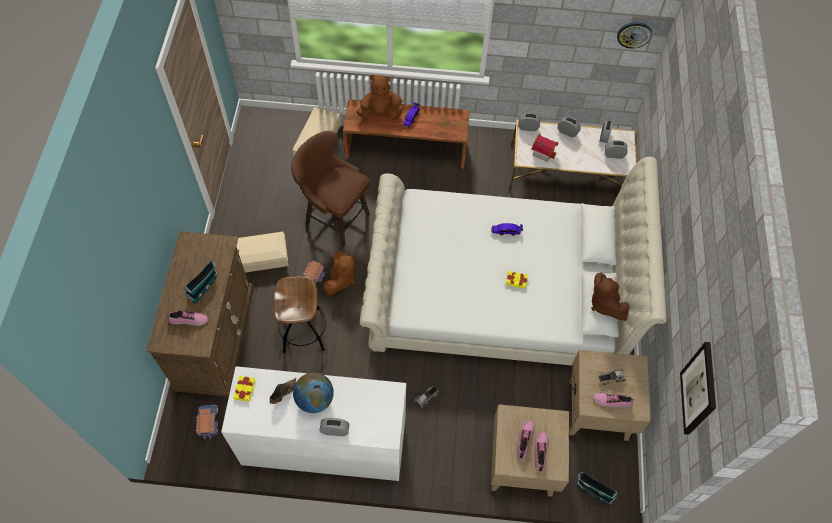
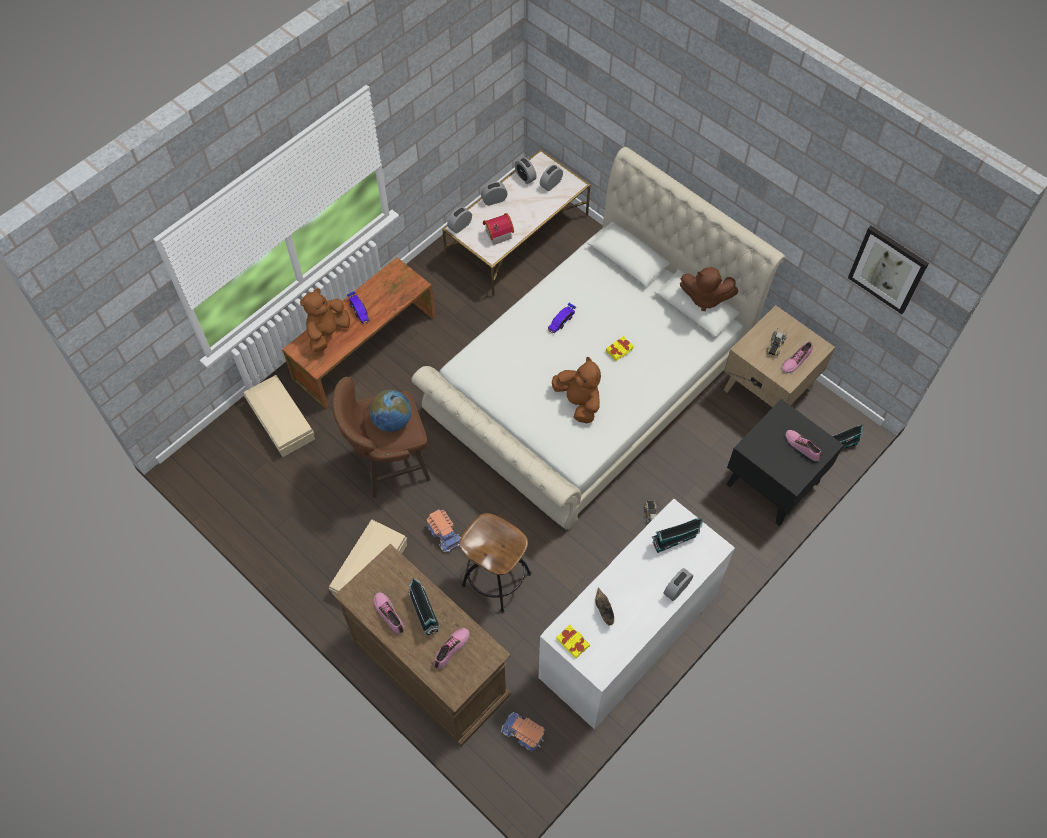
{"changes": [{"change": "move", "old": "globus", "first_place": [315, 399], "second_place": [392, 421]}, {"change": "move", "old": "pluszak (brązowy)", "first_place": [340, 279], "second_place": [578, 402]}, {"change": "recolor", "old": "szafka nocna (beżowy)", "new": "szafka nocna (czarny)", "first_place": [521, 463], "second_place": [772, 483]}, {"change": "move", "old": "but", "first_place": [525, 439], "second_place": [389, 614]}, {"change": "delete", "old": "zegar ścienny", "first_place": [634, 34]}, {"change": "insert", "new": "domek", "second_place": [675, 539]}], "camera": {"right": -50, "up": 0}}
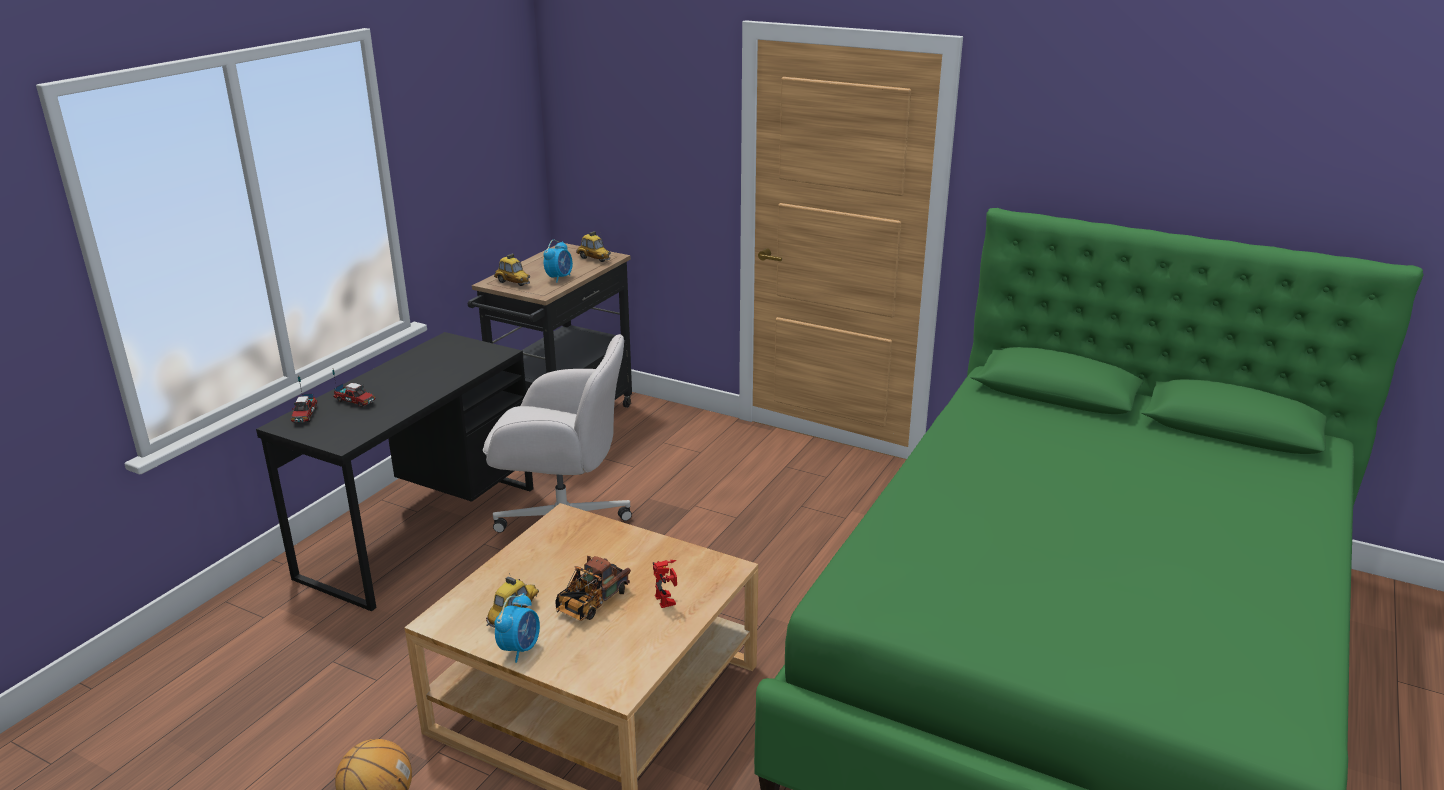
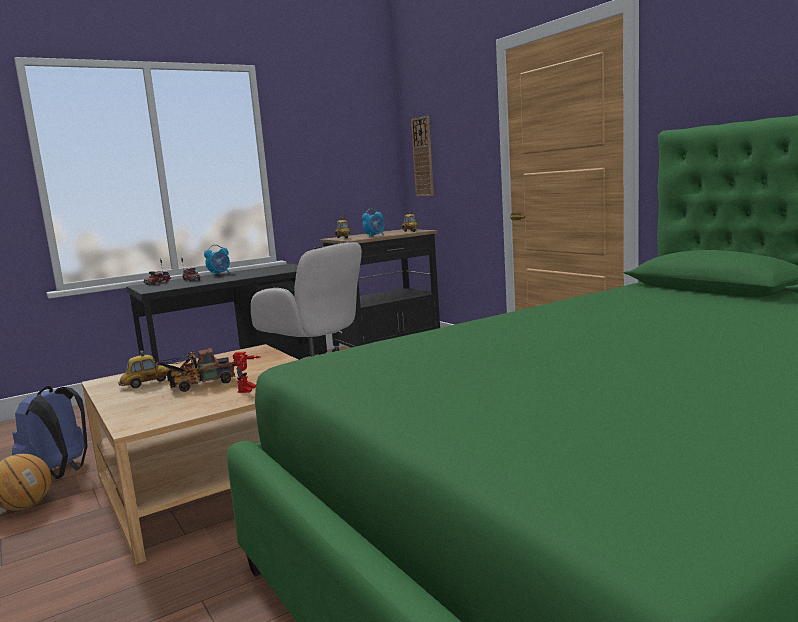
{"changes": [{"change": "move", "old": "budzik", "first_place": [520, 648], "second_place": [219, 274]}, {"change": "insert", "new": "plecak (niebieski)", "second_place": [59, 472]}, {"change": "insert", "new": "zegar ścienny", "second_place": [423, 157]}], "camera": {"right": 30, "up": -15}}
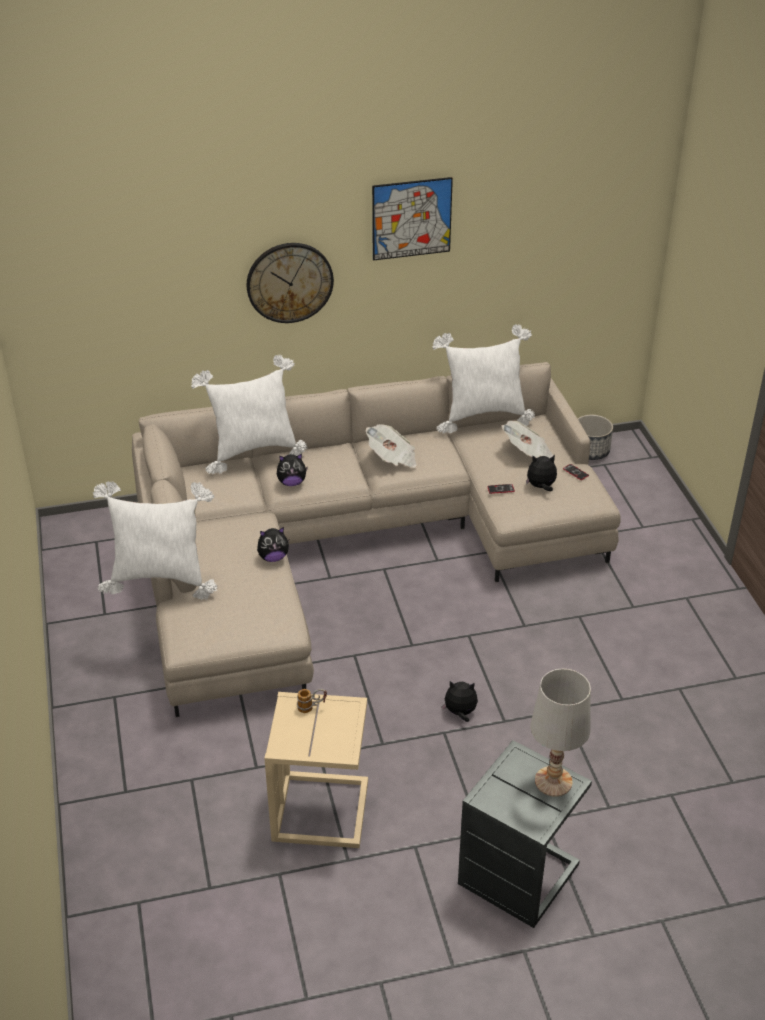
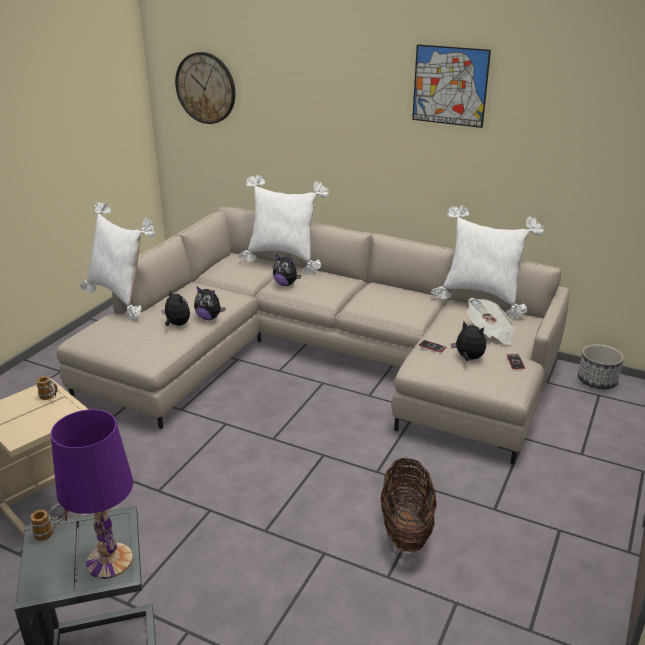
{"changes": [{"change": "move", "old": "zegar ścienny", "first_place": [289, 282], "second_place": [206, 88]}, {"change": "delete", "old": "gazeta", "first_place": [392, 458]}, {"change": "move", "old": "pluszak", "first_place": [460, 713], "second_place": [177, 324]}, {"change": "recolor", "old": "lampa stołowa (biały)", "new": "lampa stołowa (fioletowy)", "first_place": [553, 782], "second_place": [109, 560]}, {"change": "insert", "new": "kubek", "second_place": [52, 531]}, {"change": "insert", "new": "koszyk", "second_place": [406, 528]}], "camera": {"right": 40, "up": -10}}
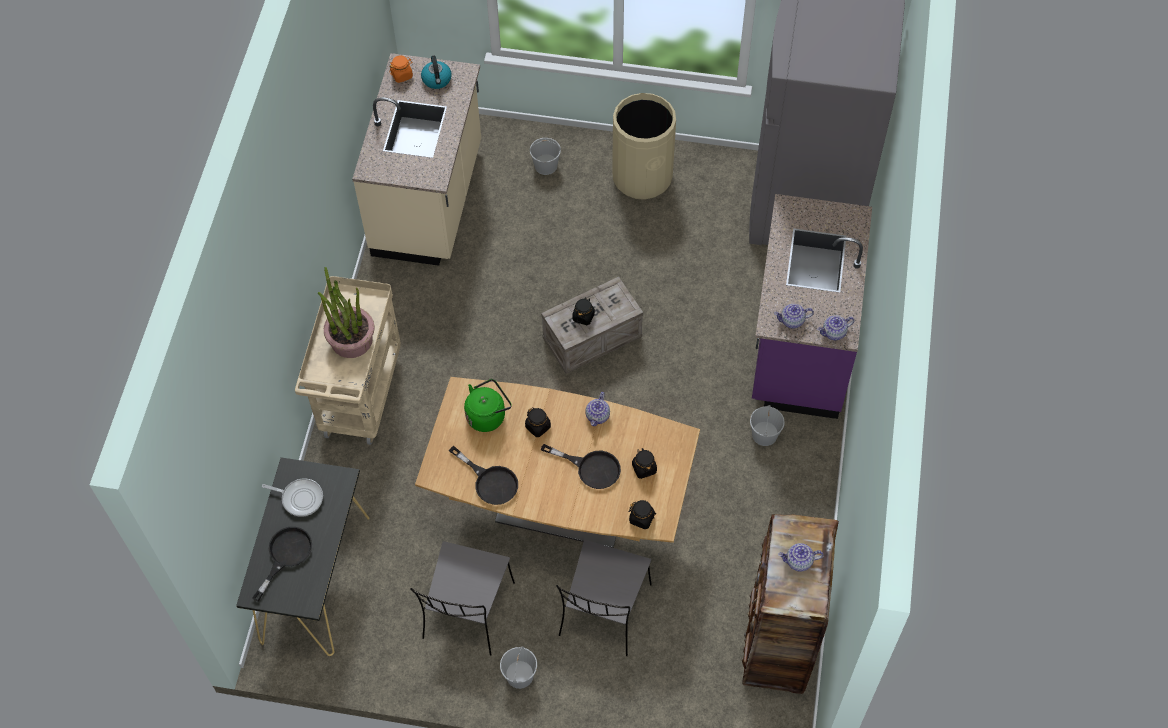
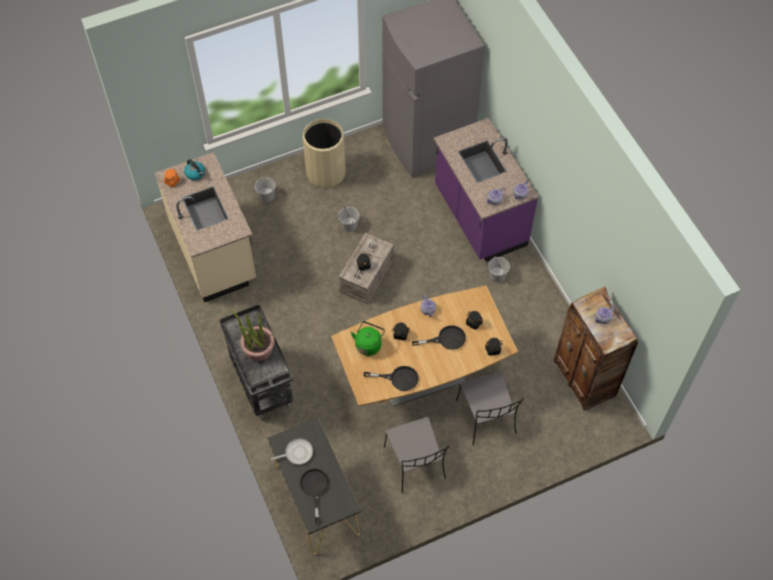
{"changes": [{"change": "recolor", "old": "wózek (beżowy)", "new": "wózek (czarny)", "first_place": [360, 400], "second_place": [263, 386]}, {"change": "move", "old": "wiadro (biały)", "first_place": [519, 674], "second_place": [349, 225]}], "camera": {"right": -35, "up": 0}}
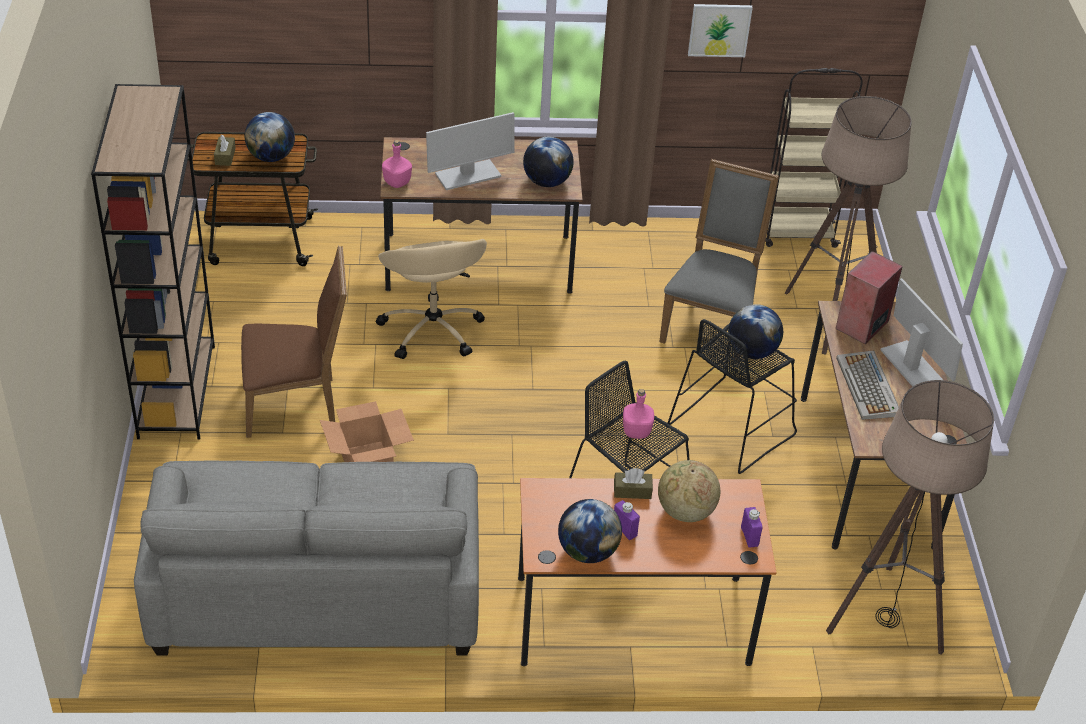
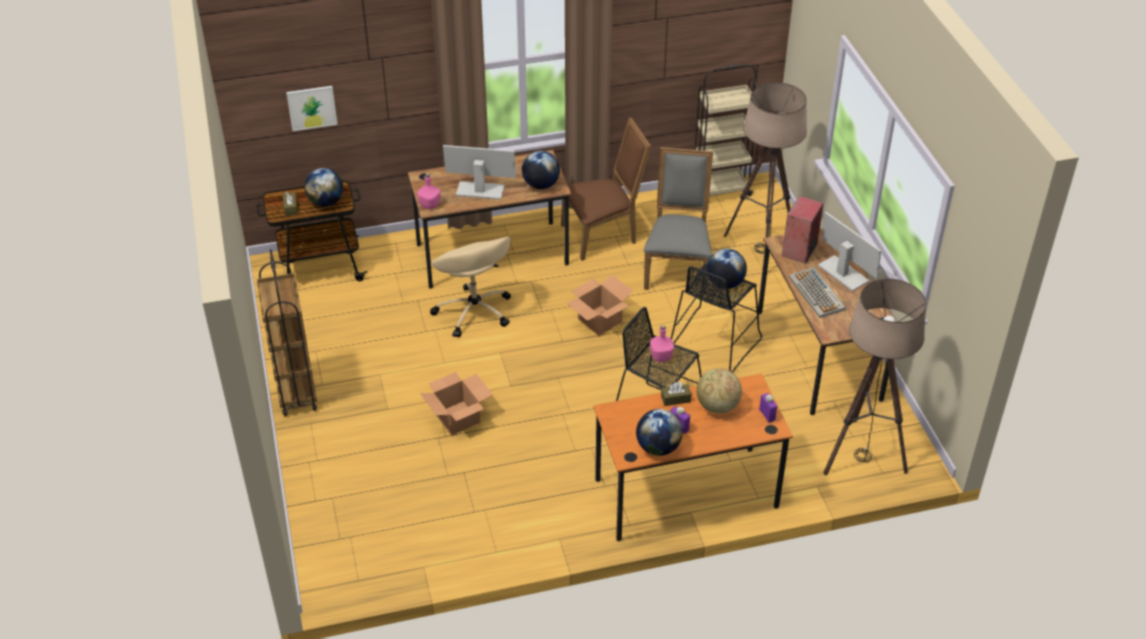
{"changes": [{"change": "replace", "old": "regał (beżowy)", "new": "wózek (brązowy)", "first_place": [176, 391], "second_place": [296, 393]}, {"change": "delete", "old": "kanapa (szary)", "first_place": [317, 588]}, {"change": "move", "old": "krzesło (brązowy)", "first_place": [296, 403], "second_place": [603, 234]}, {"change": "rotate", "old": "monitor", "first_place": [467, 175], "second_place": [480, 190], "degrees": -135}, {"change": "move", "old": "obraz", "first_place": [719, 30], "second_place": [312, 107]}, {"change": "insert", "new": "karton", "second_place": [600, 320]}], "camera": {"right": -10, "up": 0}}
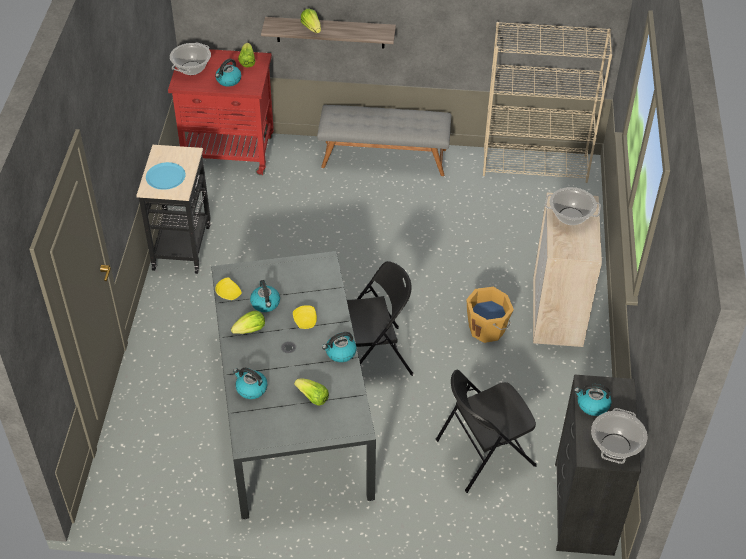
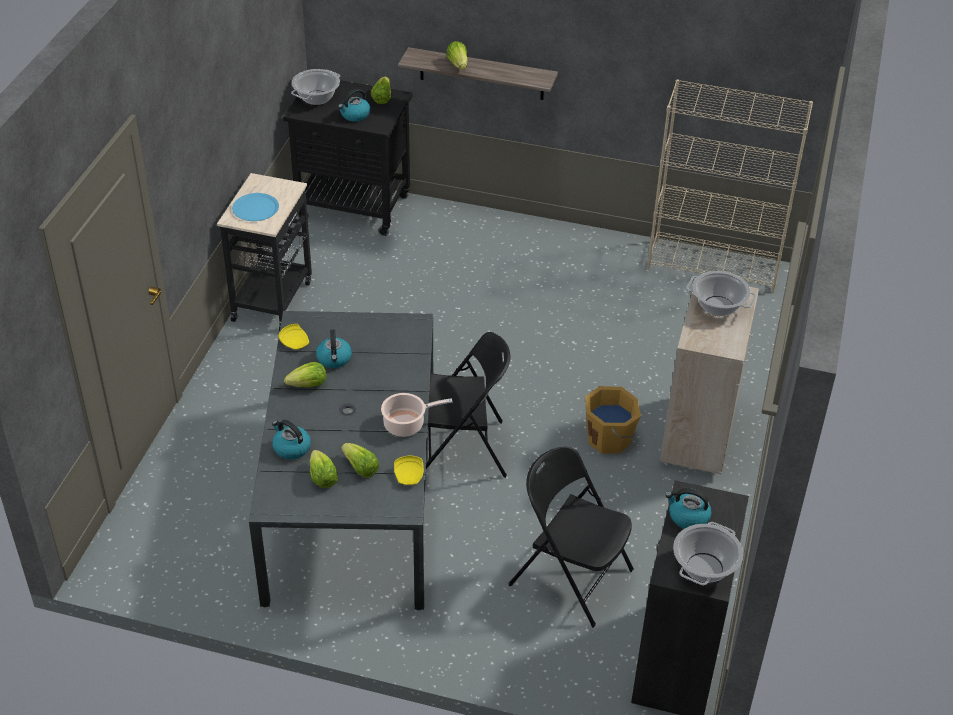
{"changes": [{"change": "recolor", "old": "wózek (czerwony)", "new": "wózek (czarny)", "first_place": [230, 154], "second_place": [354, 209]}, {"change": "move", "old": "talerz (żółty)", "first_place": [306, 321], "second_place": [409, 476]}, {"change": "delete", "old": "ławka (szary)", "first_place": [384, 157]}, {"change": "replace", "old": "czajnik", "new": "garnek", "first_place": [340, 353], "second_place": [407, 424]}, {"change": "rotate", "old": "krzesło (czarny)", "first_place": [485, 452], "second_place": [571, 577], "degrees": 45}, {"change": "insert", "new": "sałata", "second_place": [322, 478]}], "camera": {"right": 10, "up": -5}}
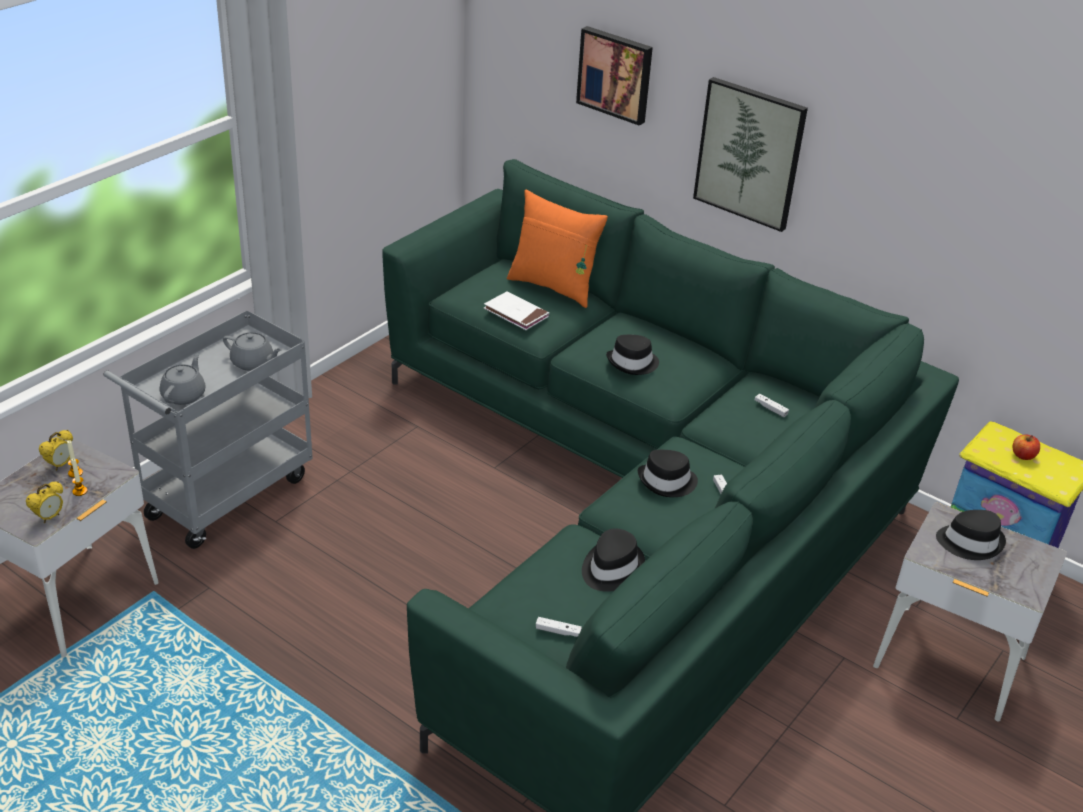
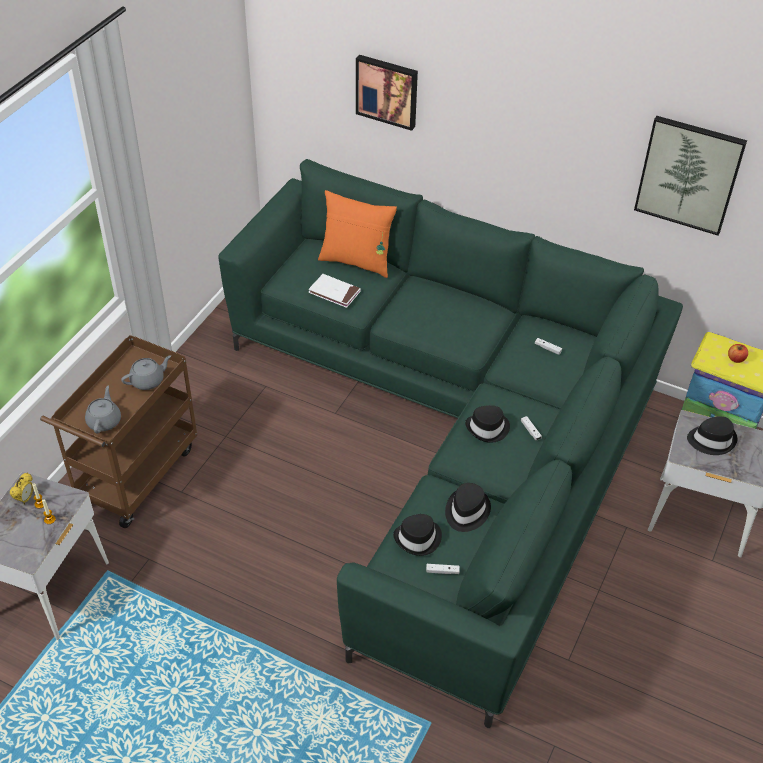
{"changes": [{"change": "delete", "old": "budzik", "first_place": [49, 517]}, {"change": "recolor", "old": "wózek (szary)", "new": "wózek (brązowy)", "first_place": [225, 500], "second_place": [136, 481]}, {"change": "rotate", "old": "imbryk (szary)", "first_place": [253, 363], "second_place": [148, 381], "degrees": -45}, {"change": "move", "old": "kapelusz (czarny)", "first_place": [633, 363], "second_place": [418, 538]}, {"change": "move", "old": "obraz", "first_place": [750, 153], "second_place": [689, 174]}], "camera": {"right": -10, "up": 10}}
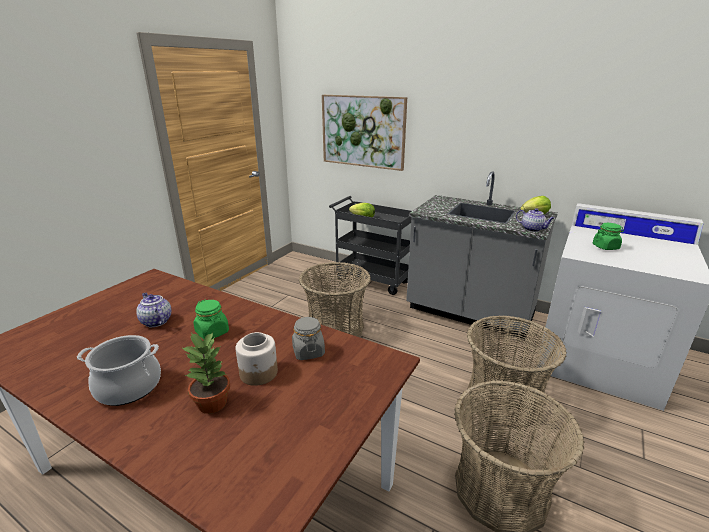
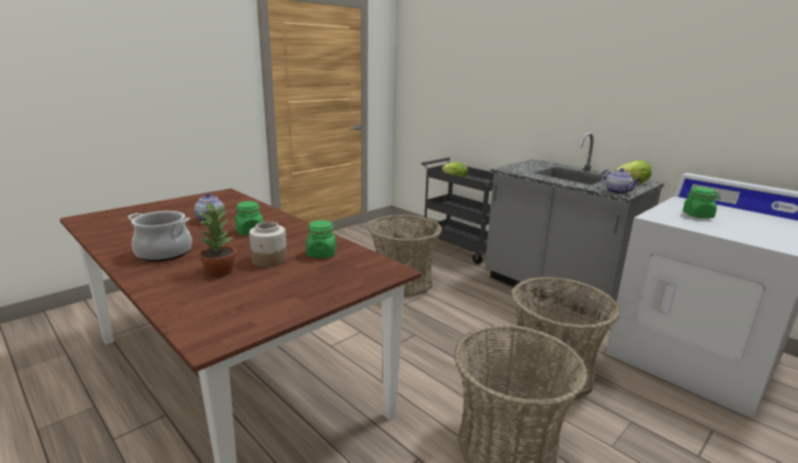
{"changes": [{"change": "recolor", "old": "słoik (szary)", "new": "słoik (zielony)", "first_place": [308, 351], "second_place": [321, 254]}, {"change": "delete", "old": "obraz", "first_place": [363, 131]}], "camera": {"right": 15, "up": -5}}
